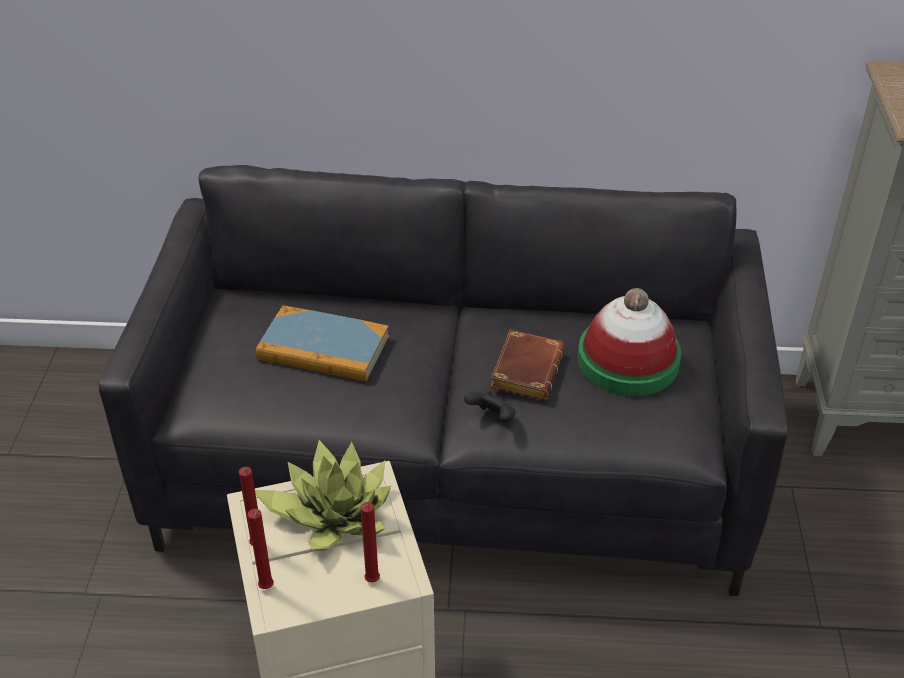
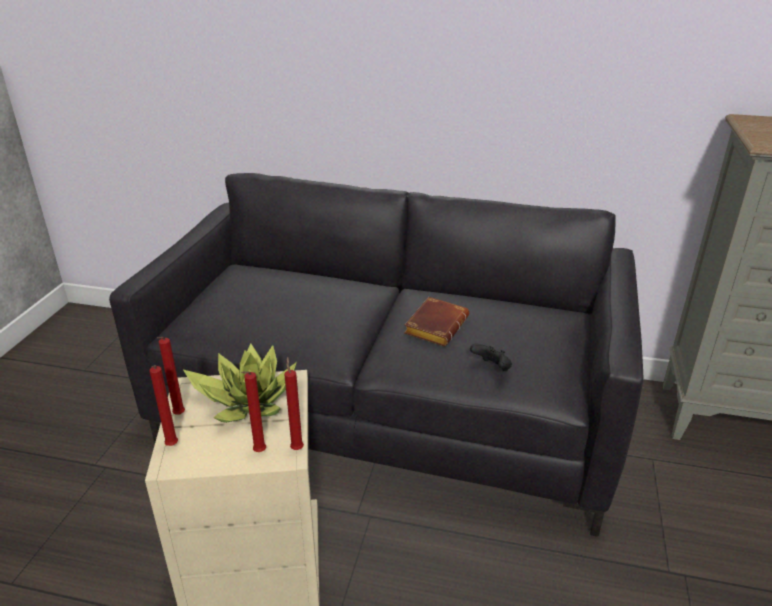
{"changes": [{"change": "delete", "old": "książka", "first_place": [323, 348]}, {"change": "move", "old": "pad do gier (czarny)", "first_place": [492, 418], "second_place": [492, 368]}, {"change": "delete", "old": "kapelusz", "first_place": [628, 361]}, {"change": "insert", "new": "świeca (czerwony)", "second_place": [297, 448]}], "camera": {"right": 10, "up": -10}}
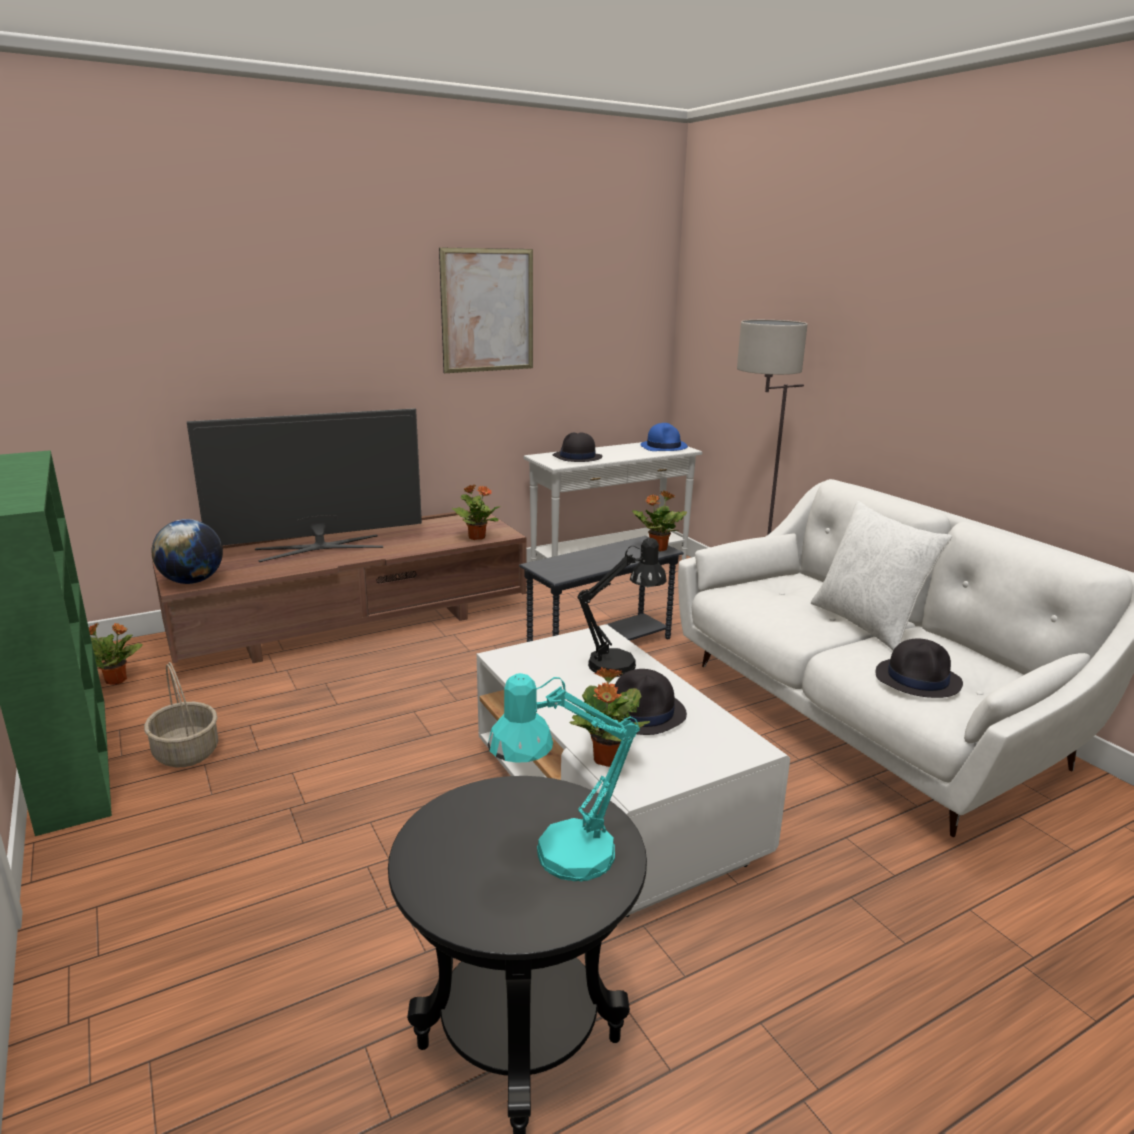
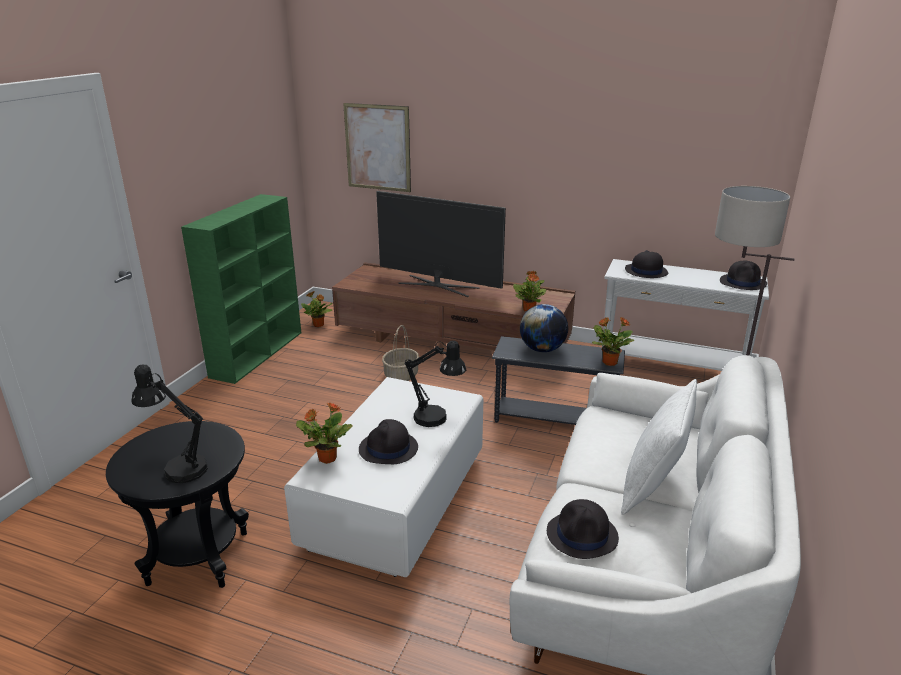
{"changes": [{"change": "move", "old": "koszyk", "first_place": [187, 752], "second_place": [401, 375]}, {"change": "move", "old": "globus", "first_place": [192, 581], "second_place": [542, 349]}, {"change": "move", "old": "obraz", "first_place": [488, 310], "second_place": [377, 147]}, {"change": "recolor", "old": "lampa stołowa (turkusowy)", "new": "lampa stołowa (czarny)", "first_place": [560, 859], "second_place": [179, 468]}, {"change": "recolor", "old": "kapelusz (niebieski)", "new": "kapelusz (czarny)", "first_place": [664, 446], "second_place": [743, 283]}], "camera": {"right": 50, "up": 5}}
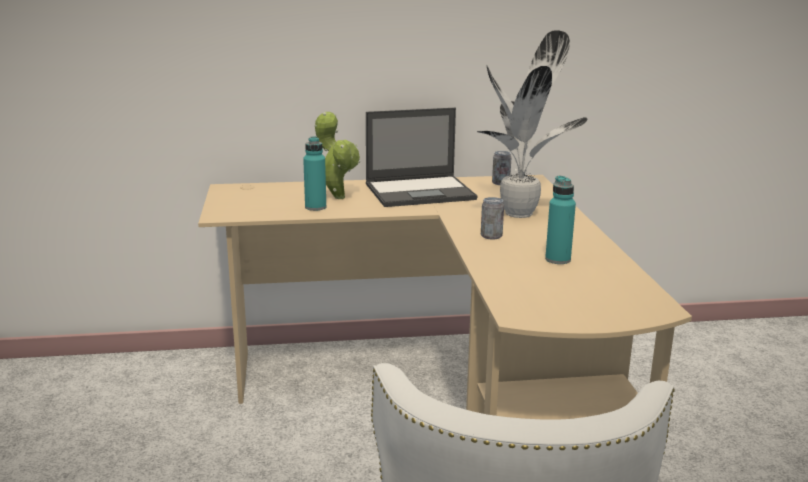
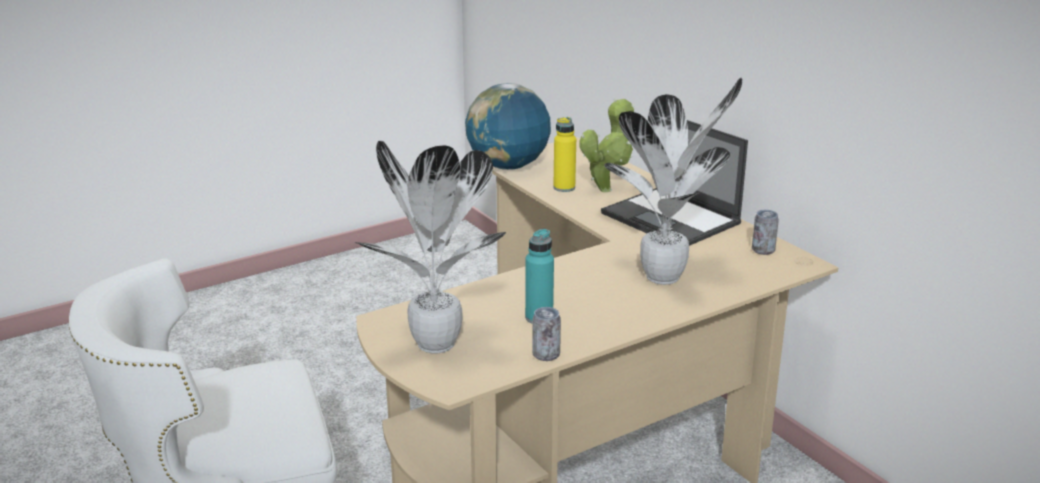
{"changes": [{"change": "recolor", "old": "butelka (turkusowy)", "new": "butelka (żółty)", "first_place": [315, 207], "second_place": [564, 188]}, {"change": "move", "old": "puszka", "first_place": [491, 236], "second_place": [546, 354]}, {"change": "insert", "new": "roślina doniczkowa", "second_place": [436, 346]}, {"change": "insert", "new": "globus", "second_place": [508, 166]}], "camera": {"right": 65, "up": 5}}
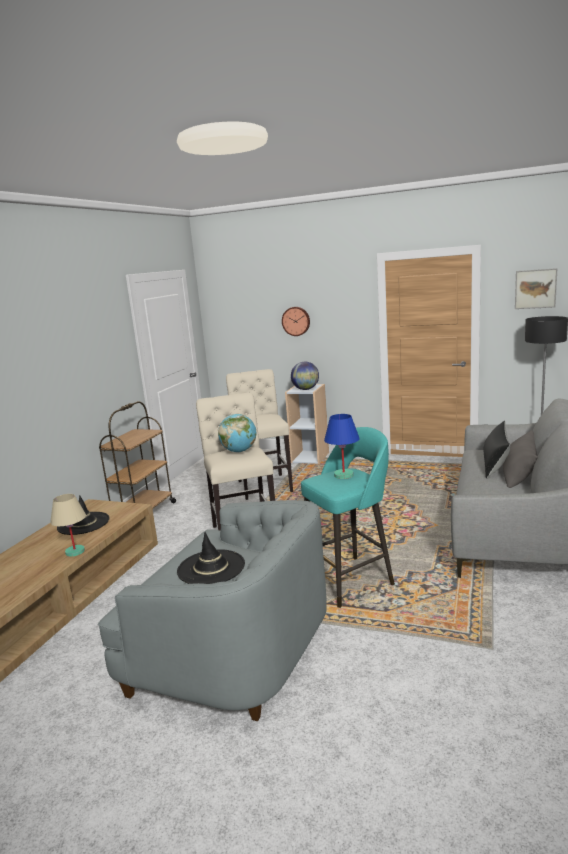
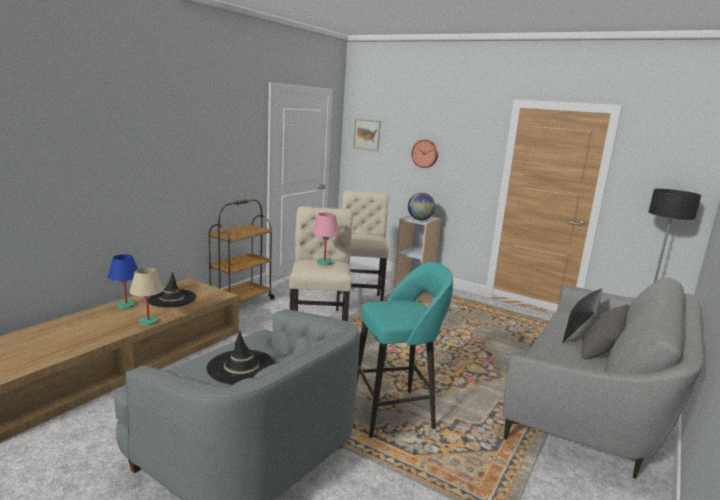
{"changes": [{"change": "replace", "old": "globus", "new": "lampa stołowa (różowy)", "first_place": [239, 451], "second_place": [324, 263]}, {"change": "move", "old": "lampa stołowa (niebieski)", "first_place": [344, 475], "second_place": [126, 306]}, {"change": "move", "old": "obraz", "first_place": [535, 289], "second_place": [367, 135]}], "camera": {"right": 10, "up": 0}}
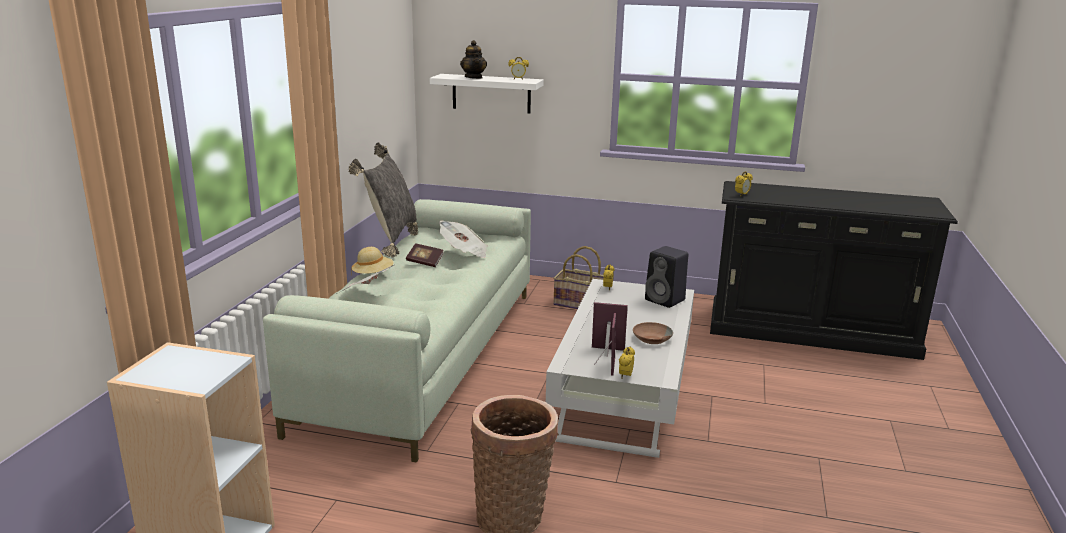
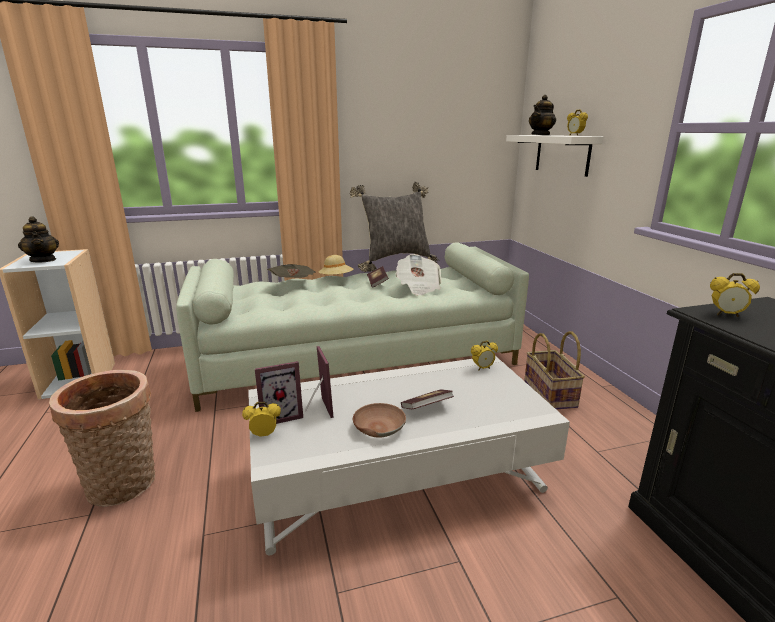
{"changes": [{"change": "delete", "old": "głośnik (czarny)", "first_place": [666, 300]}, {"change": "insert", "new": "imbryk", "second_place": [43, 260]}, {"change": "insert", "new": "książka", "second_place": [426, 408]}], "camera": {"right": 60, "up": 0}}
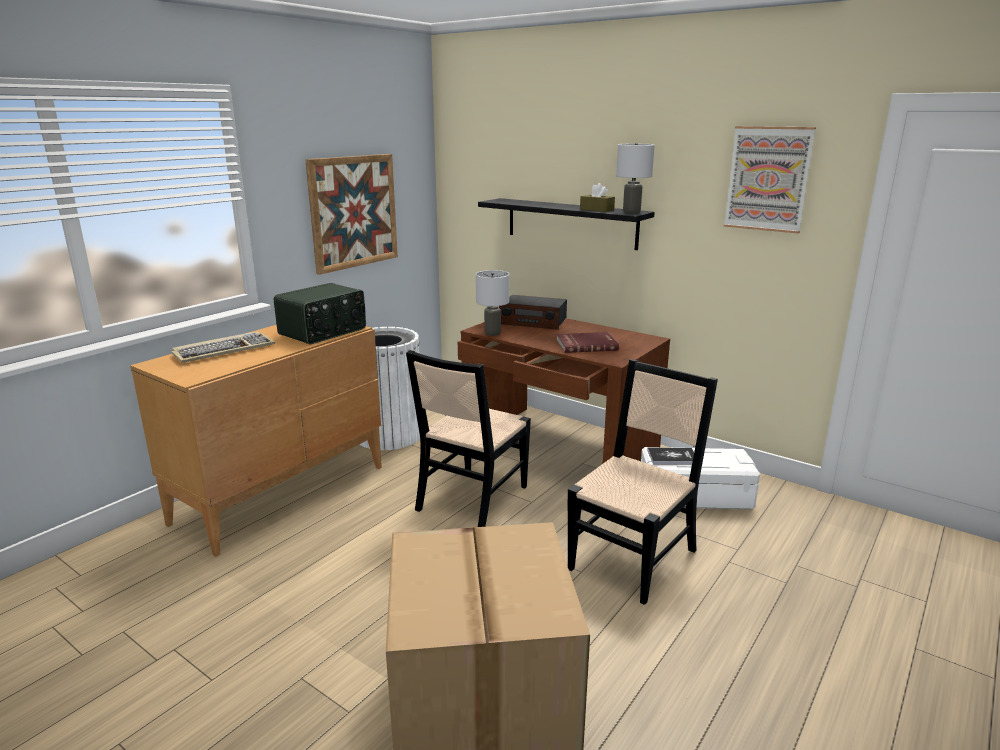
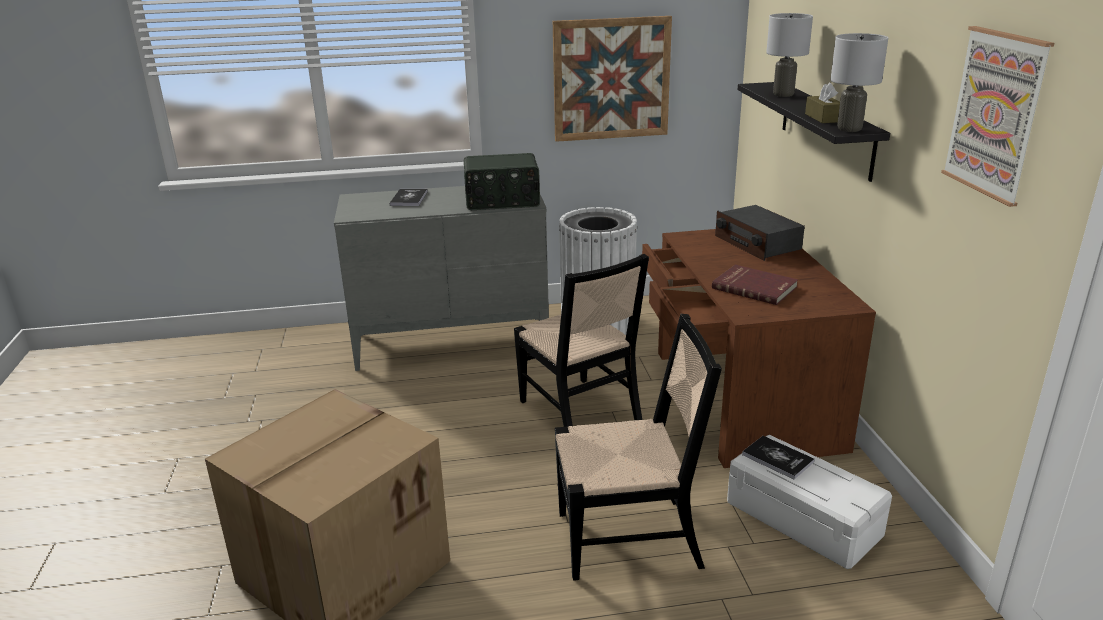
{"changes": [{"change": "recolor", "old": "szafka (brązowy)", "new": "szafka (szary)", "first_place": [282, 494], "second_place": [452, 343]}, {"change": "replace", "old": "klawiatura", "new": "książka", "first_place": [224, 350], "second_place": [409, 198]}, {"change": "rotate", "old": "krzesło", "first_place": [473, 499], "second_place": [579, 413], "degrees": -105}, {"change": "move", "old": "lampa stołowa (biały)", "first_place": [492, 333], "second_place": [784, 95]}], "camera": {"right": 45, "up": 5}}
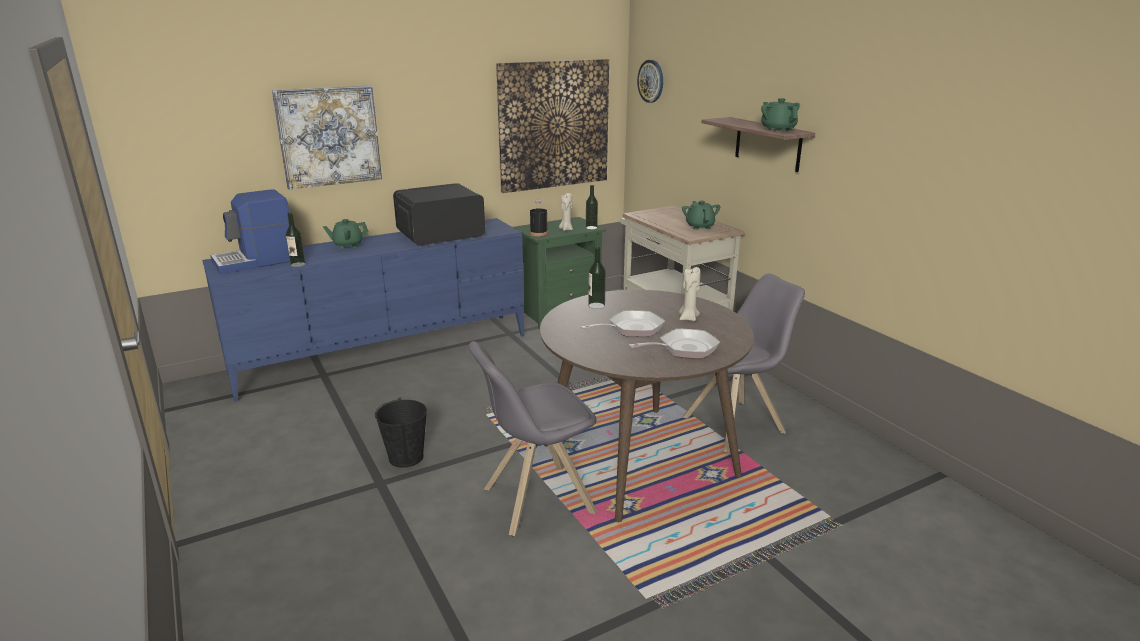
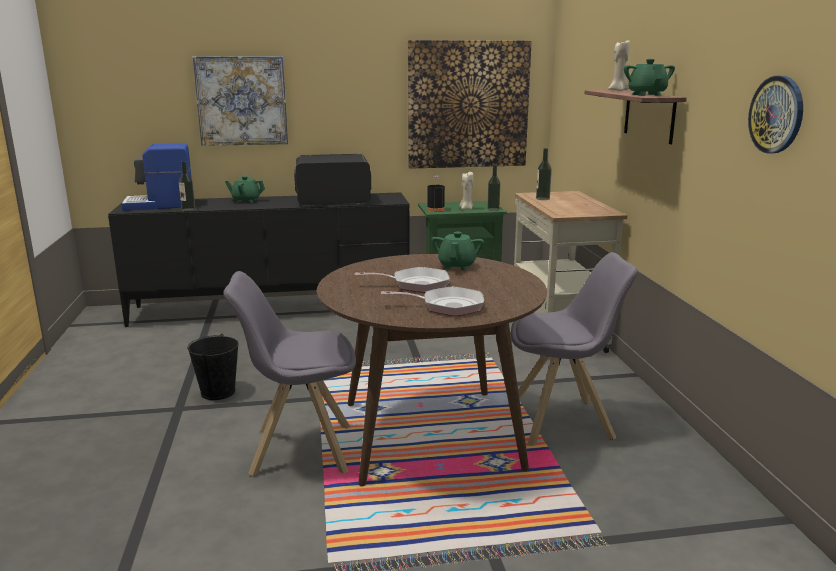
{"changes": [{"change": "recolor", "old": "szafka (niebieski)", "new": "szafka (czarny)", "first_place": [384, 353], "second_place": [273, 308]}, {"change": "move", "old": "butelka", "first_place": [596, 305], "second_place": [542, 198]}, {"change": "move", "old": "zegar ścienny", "first_place": [651, 81], "second_place": [776, 114]}, {"change": "move", "old": "świeca (beżowy)", "first_place": [688, 318], "second_place": [617, 90]}, {"change": "move", "old": "imbryk (zielony)", "first_place": [699, 226], "second_place": [457, 266]}], "camera": {"right": 20, "up": -5}}
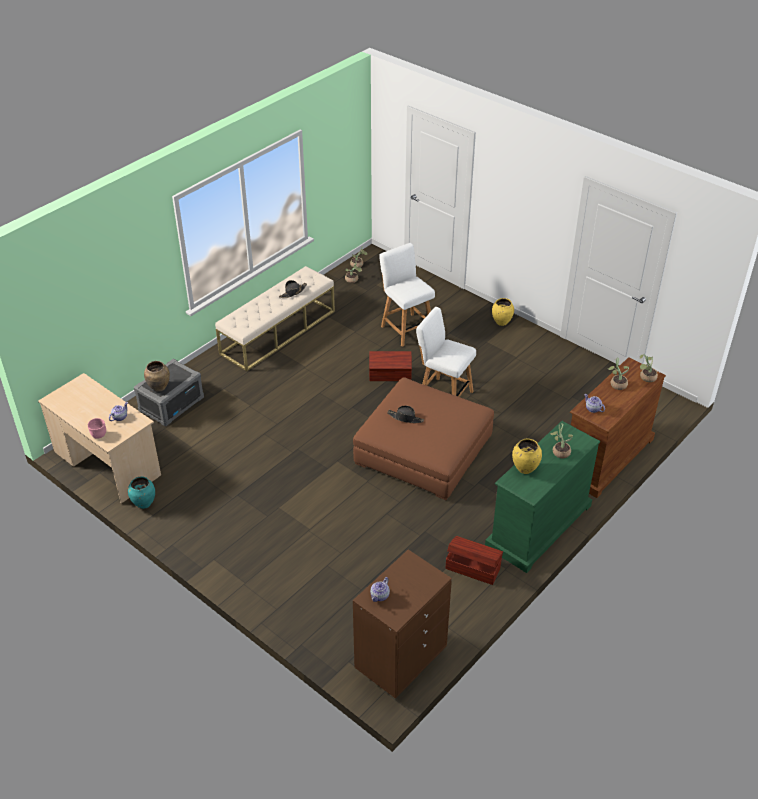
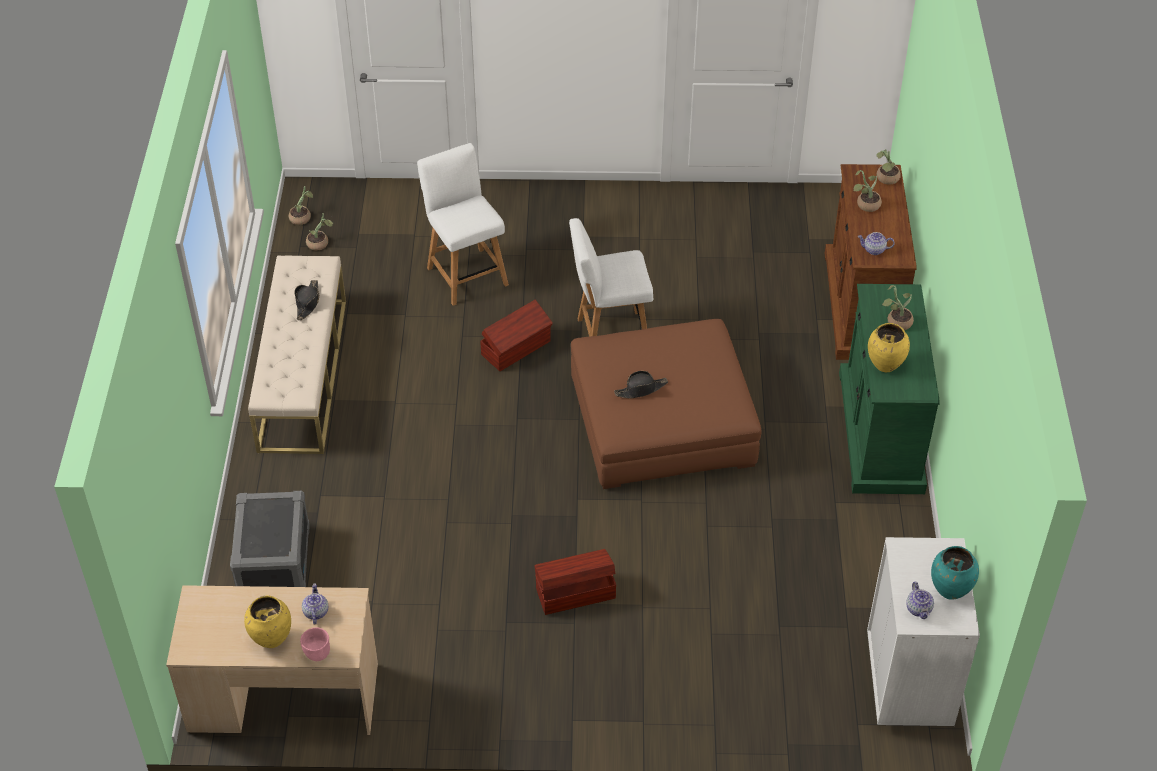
{"changes": [{"change": "move", "old": "wazon (turkusowy)", "first_place": [144, 504], "second_place": [950, 591]}, {"change": "delete", "old": "wazon (brązowy)", "first_place": [159, 387]}, {"change": "recolor", "old": "szafka (brązowy)", "new": "szafka (biały)", "first_place": [400, 661], "second_place": [909, 684]}, {"change": "rotate", "old": "krzesło (biały)", "first_place": [406, 328], "second_place": [465, 274], "degrees": 45}, {"change": "move", "old": "pojemnik do przechowywania (brązowy)", "first_place": [472, 567], "second_place": [574, 592]}, {"change": "move", "old": "wazon (żółty)", "first_place": [501, 322], "second_place": [271, 639]}], "camera": {"right": -40, "up": 5}}
